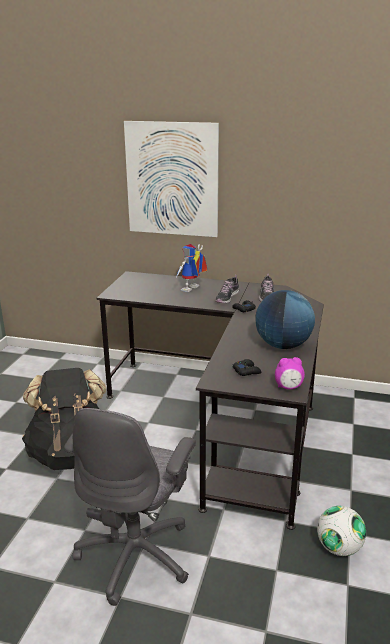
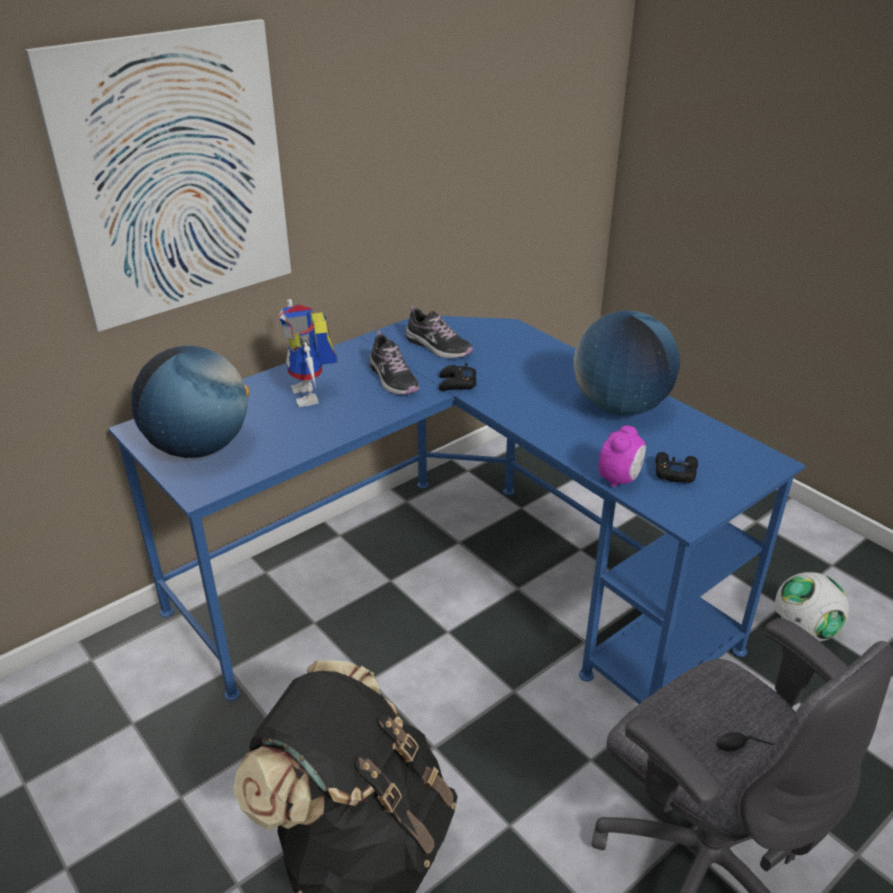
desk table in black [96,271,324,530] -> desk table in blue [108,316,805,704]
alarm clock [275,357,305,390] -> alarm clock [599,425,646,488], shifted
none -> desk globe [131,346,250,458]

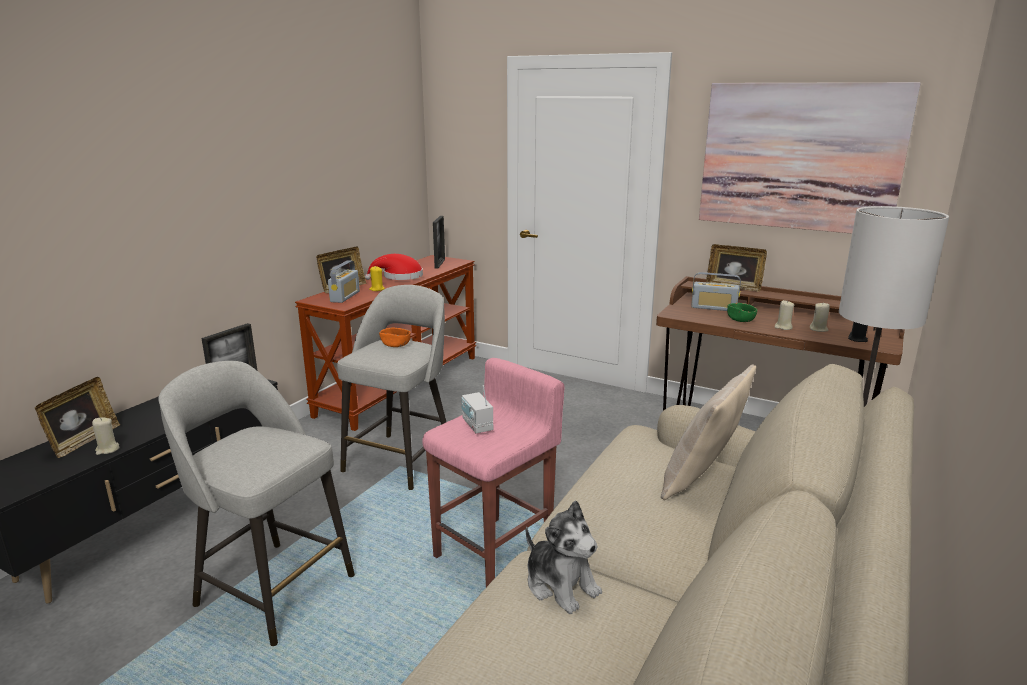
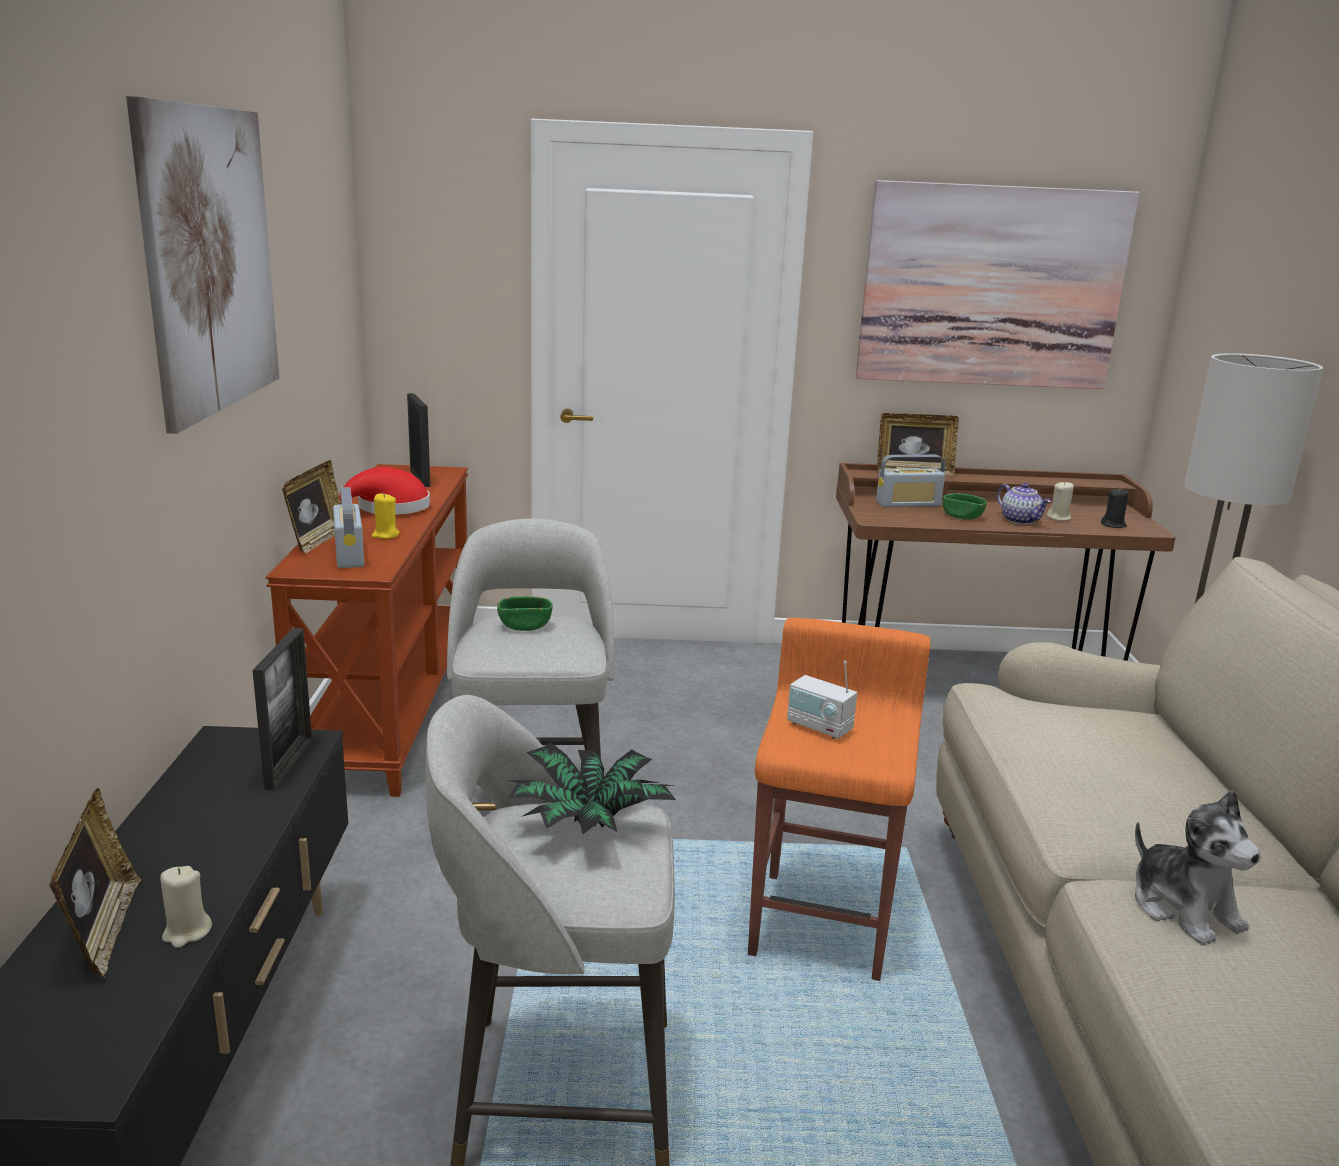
wax light in sand-coloured [775,300,794,330] -> teapot [997,483,1051,525]
deep dish in orange-coloured [379,327,411,347] -> deep dish in green-coloured [497,596,553,631]
stool in pink-coloured [422,358,564,587] -> stool in orange-coloured [748,618,930,981]
cushion in sand-coloured [661,364,756,500] -> none
plush toy [526,500,602,614] -> plush toy [1135,790,1261,946], 45 degrees clockwise
none -> picture [126,96,279,434]
none -> plant in a pot [508,742,676,835]

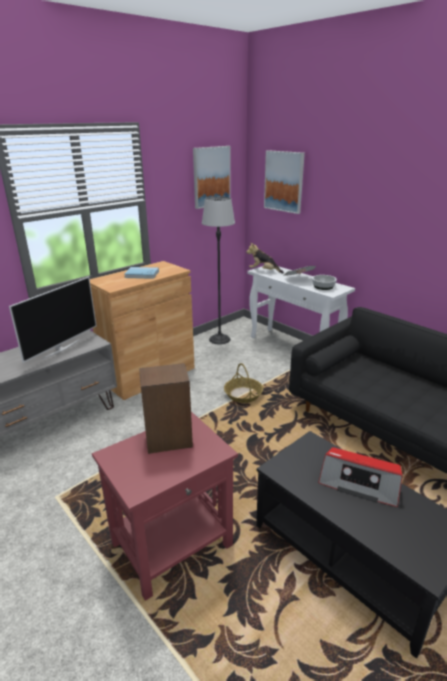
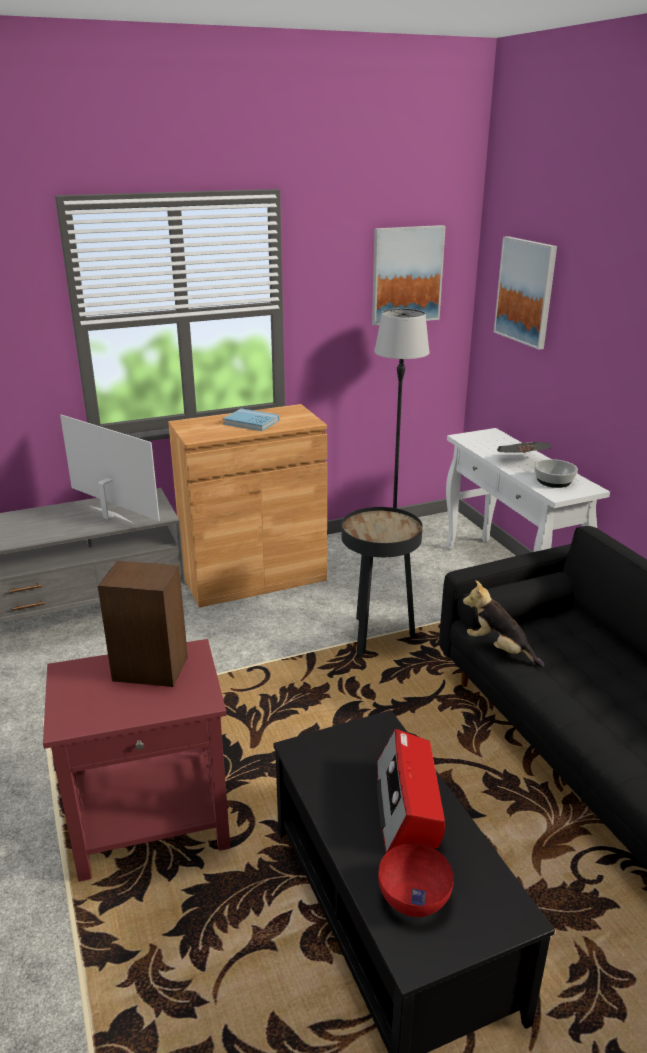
plush toy [246,242,284,273] -> plush toy [463,580,544,667], shifted
TV set [9,276,97,363] -> TV set [60,415,160,525], 105 degrees counterclockwise
storage basket [224,363,263,403] -> accent table in black [341,507,423,655]
radio set [318,447,402,507] -> radio set [377,729,445,853], 45 degrees clockwise
none -> deep dish in reddish [378,843,454,917]

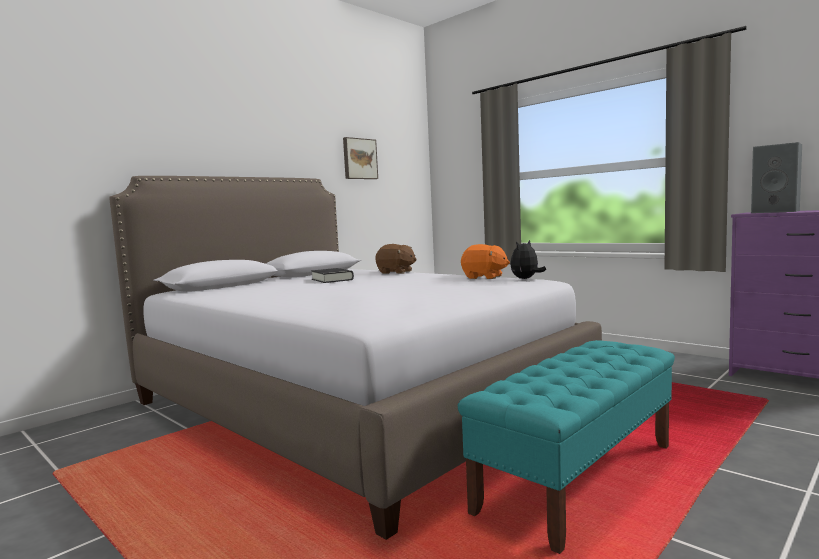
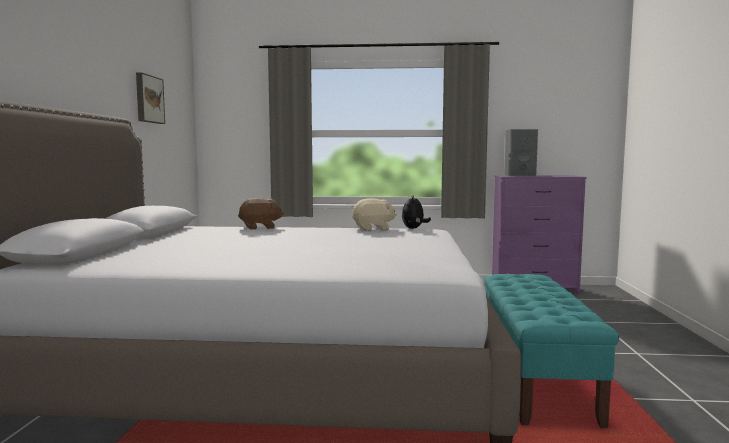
plush toy in orange-coloured [461,244,510,279] -> plush toy in sand-coloured [352,198,397,231]
book in black [311,268,354,283] -> none

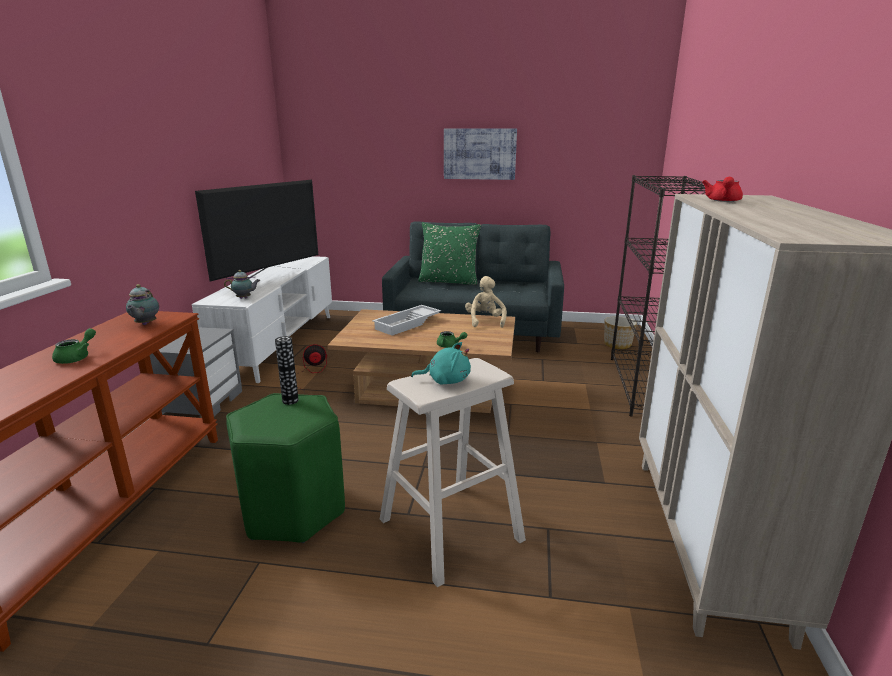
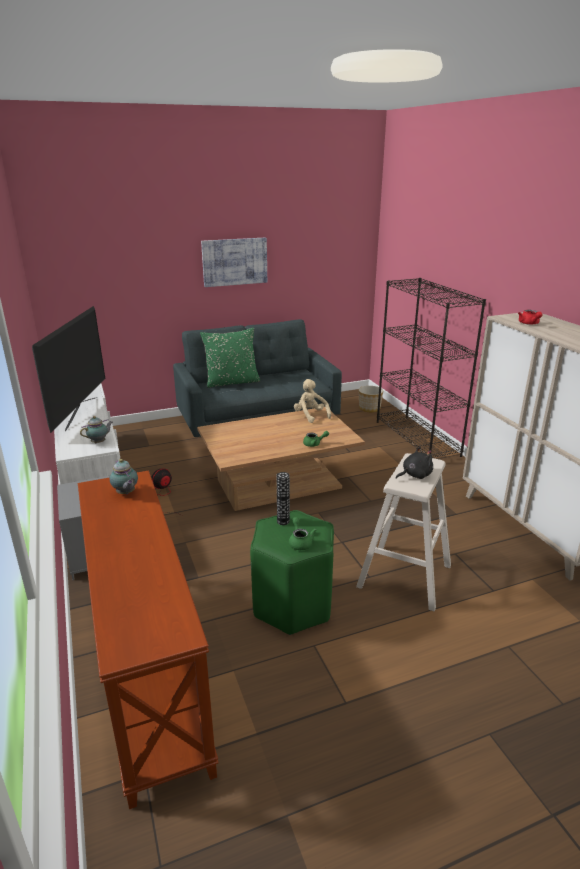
serving tray in whitish [372,305,441,335] -> none
teapot in green-coloured [52,328,96,364] -> teapot in green-coloured [289,517,316,550], shifted
plush toy in turquoise [411,342,471,385] -> plush toy in black [396,447,433,479]

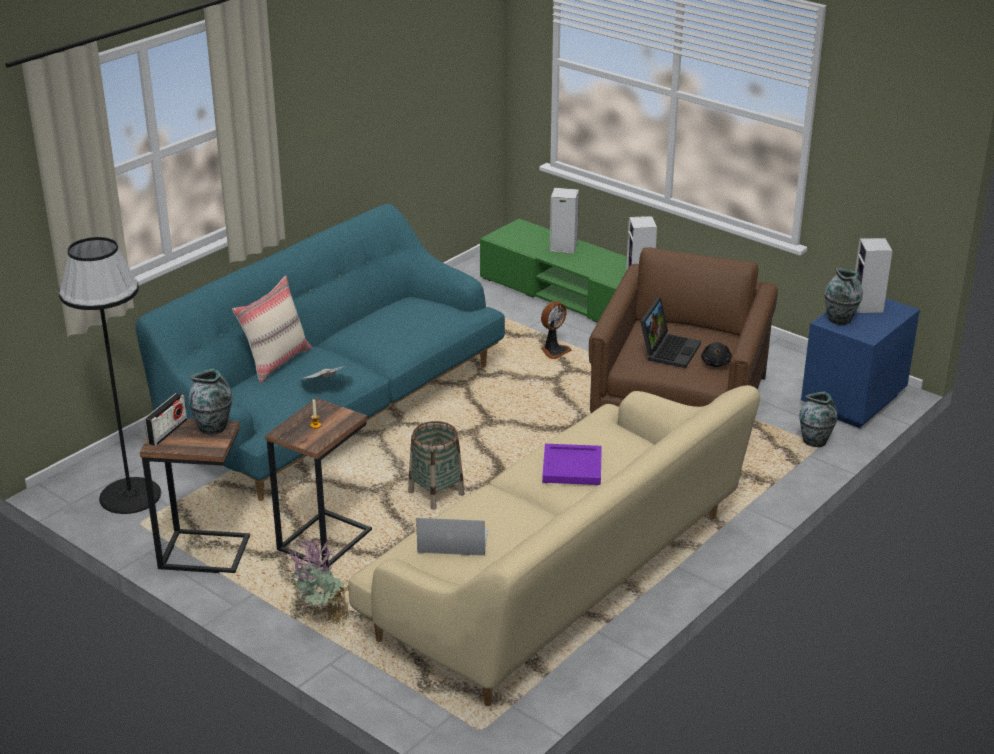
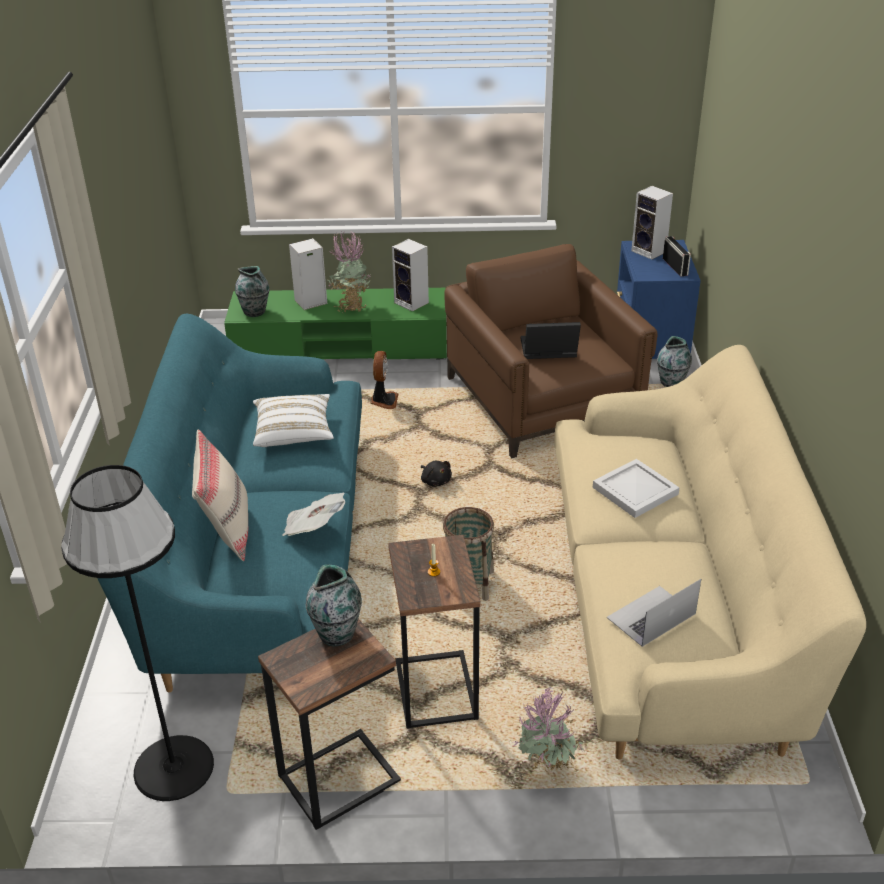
decorative vase [824,268,863,325] -> decorative vase [235,266,269,317], shifted
notebook computer [640,298,701,368] -> notebook computer [521,322,581,359], 75 degrees counterclockwise
plush toy in black [701,342,732,367] -> plush toy in black [421,461,452,487], shifted
radio set [145,393,187,446] -> radio set [663,236,691,277], shifted
serving tray in purple [542,444,602,485] -> serving tray in whitish [593,459,680,518]
none -> plant in a pot [327,232,371,313]
none -> cushion in whitish [253,394,334,447]

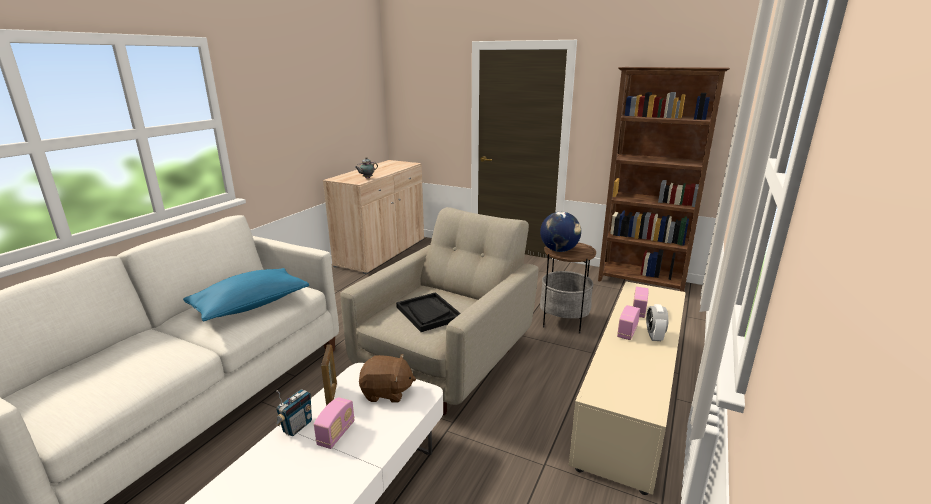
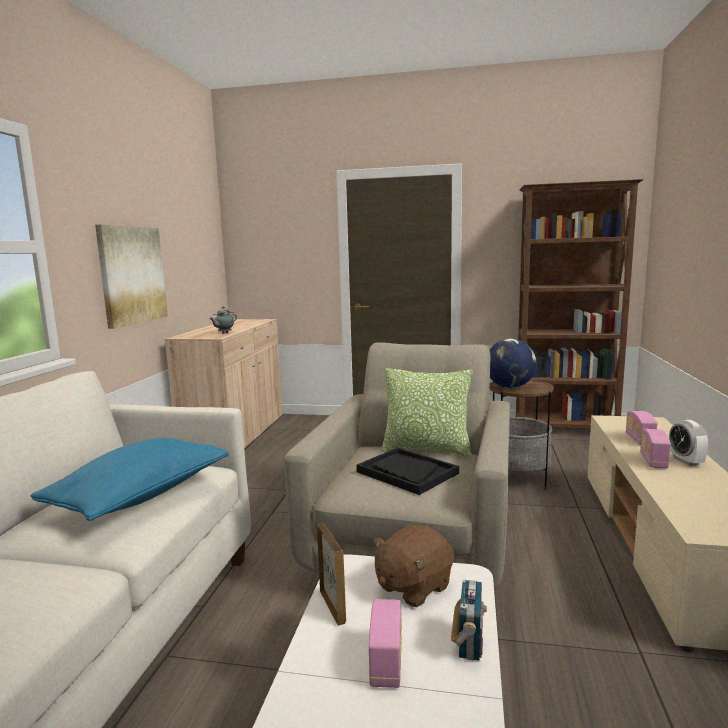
plush toy in brown [359,354,416,403] -> plush toy in brown [373,525,454,607], 150 degrees clockwise
radio set [275,389,312,436] -> radio set [451,580,487,661], shifted
none -> picture [95,225,168,329]
none -> cushion [381,368,473,457]

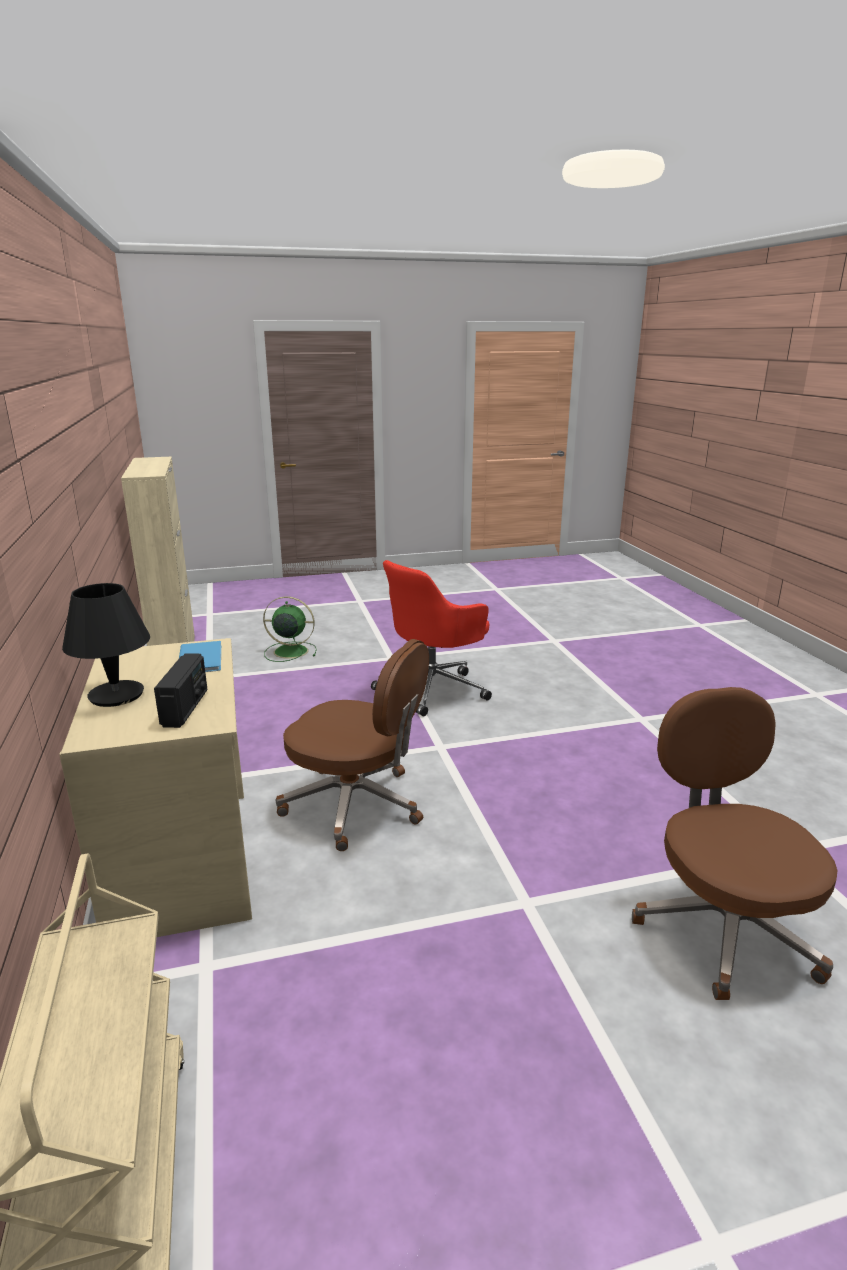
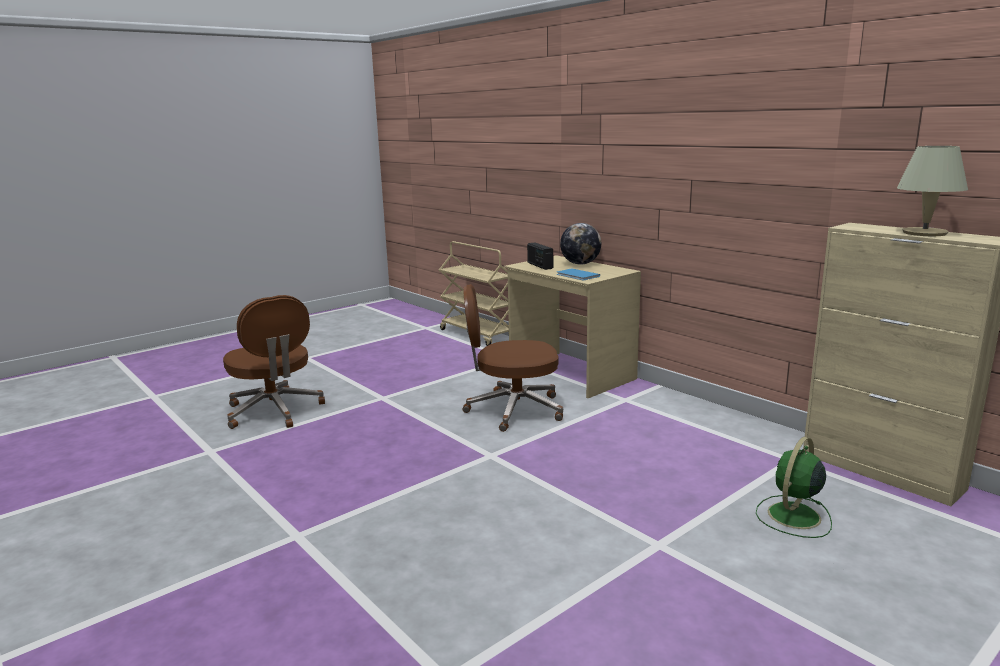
computer chair in reddish [371,560,492,717] -> none
tabletop lamp in black [62,583,150,707] -> desk globe [560,223,601,265]
fan in green-coloured [263,596,317,662] -> fan in green-coloured [756,437,832,538], 150 degrees clockwise
none -> tabletop lamp in sand-coloured [897,146,968,236]

